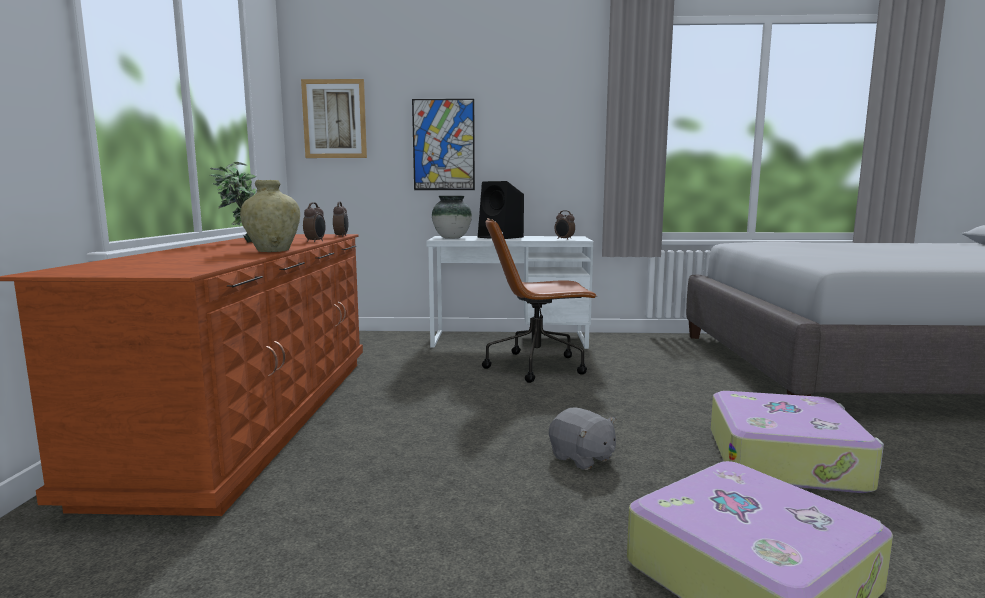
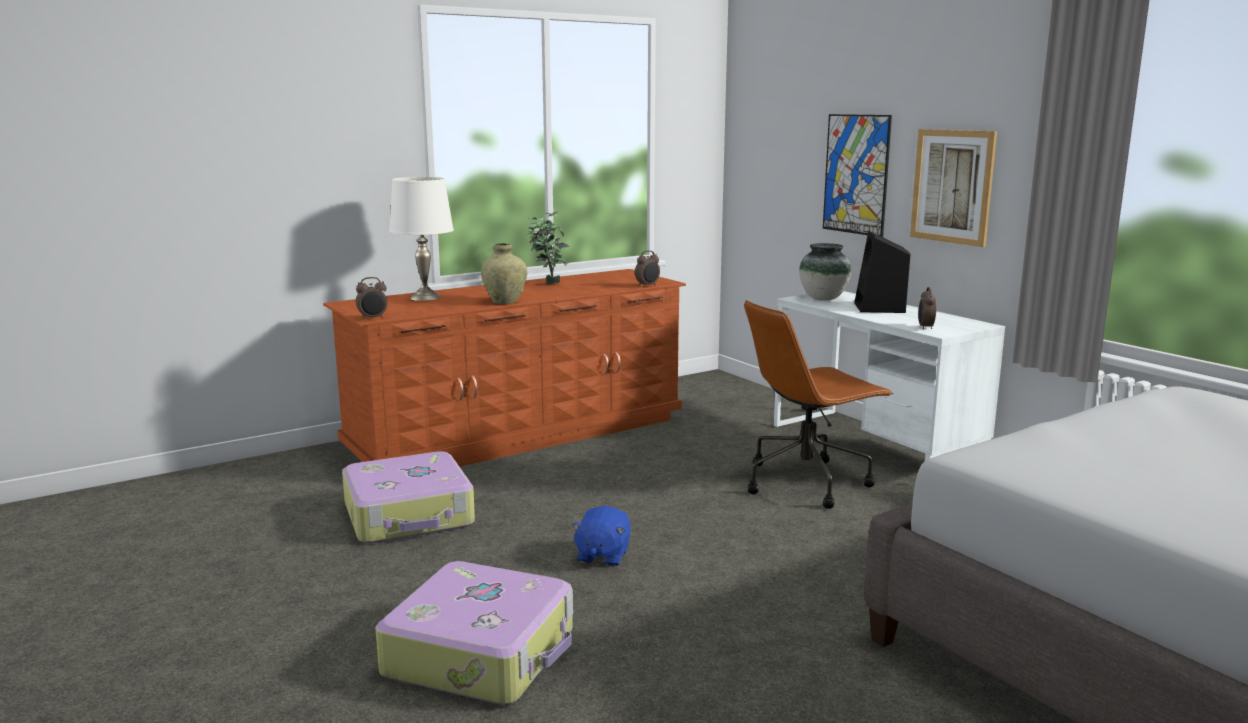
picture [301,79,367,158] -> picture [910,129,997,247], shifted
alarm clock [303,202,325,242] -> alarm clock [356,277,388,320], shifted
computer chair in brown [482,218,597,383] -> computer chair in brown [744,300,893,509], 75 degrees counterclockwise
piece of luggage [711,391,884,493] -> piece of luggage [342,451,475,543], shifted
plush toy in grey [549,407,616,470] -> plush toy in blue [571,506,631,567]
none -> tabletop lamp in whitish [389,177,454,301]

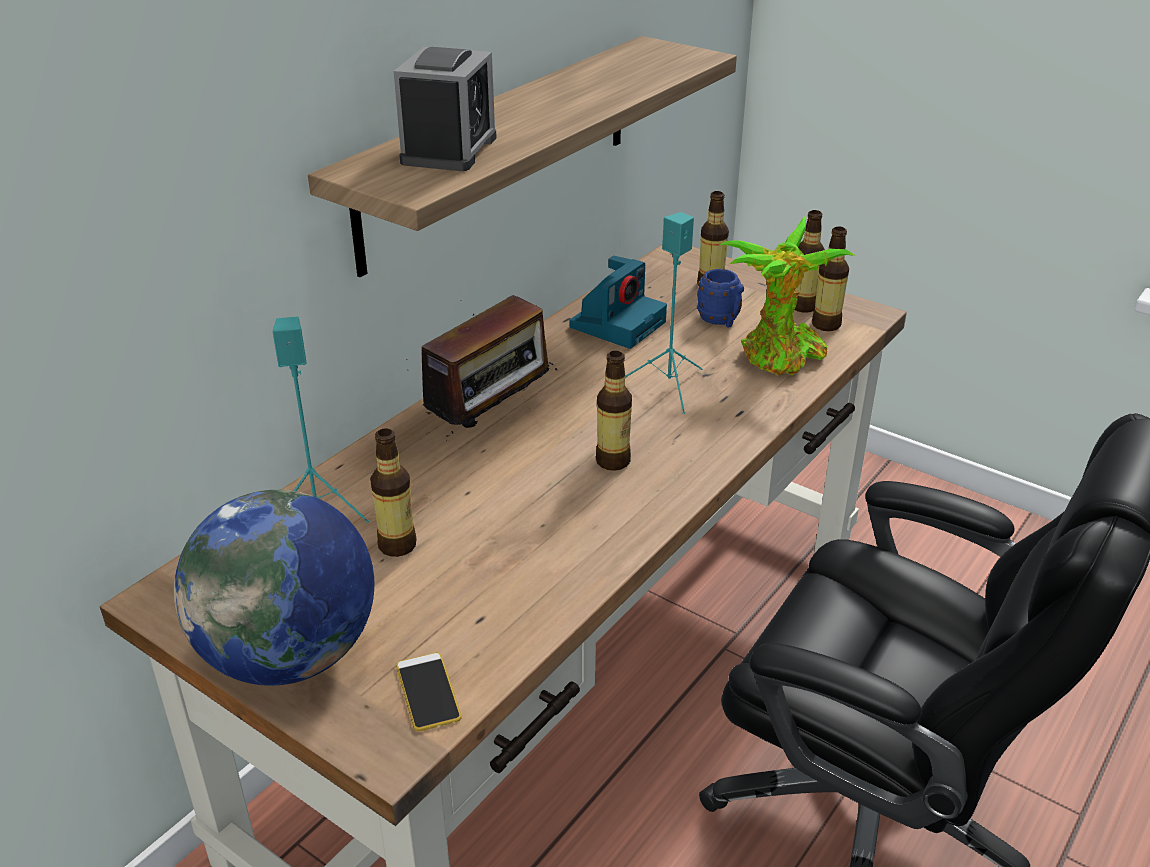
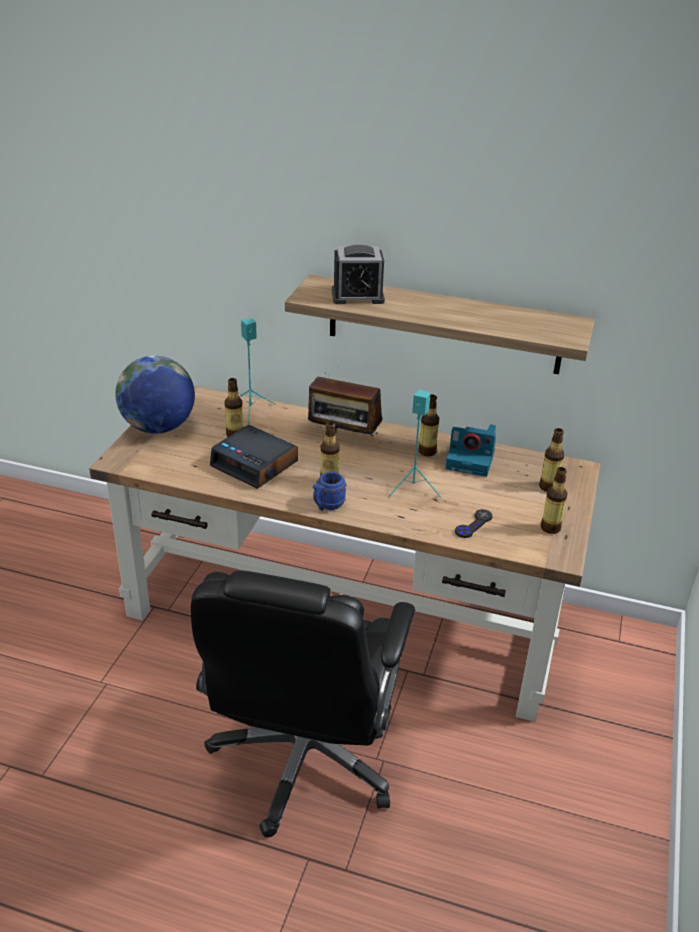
plant in a pot [719,217,856,375] -> joypad in black [455,509,492,538]
drink bottle [812,227,849,331] -> drink bottle [418,394,439,456], shifted
mug in blue [697,269,744,328] -> mug in blue [313,472,346,511], shifted
phone [396,653,462,731] -> none
none -> alarm clock [210,425,298,489]

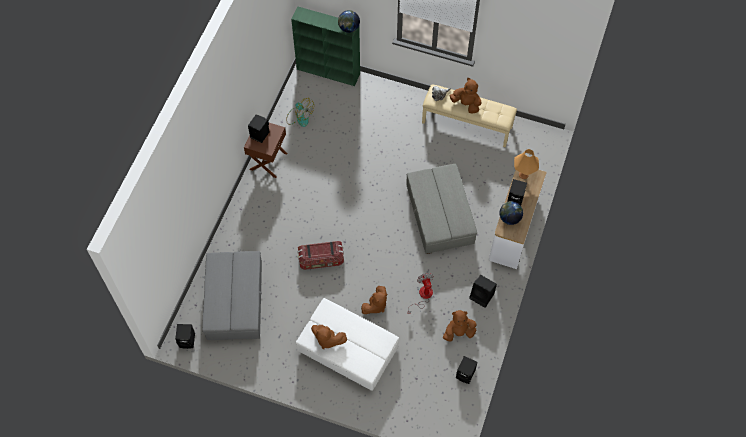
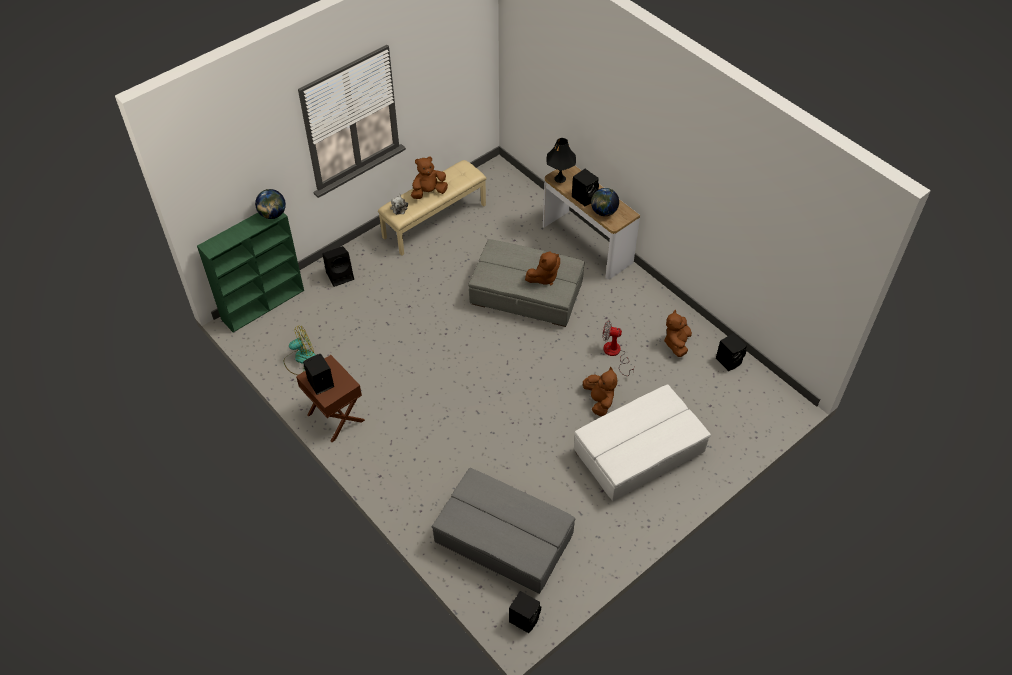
tabletop lamp in orange-coloured [514,149,539,179] -> tabletop lamp in black [547,138,576,183]
storage bin [298,241,344,270] -> none
audio speaker in black [469,275,497,308] -> audio speaker in black [322,246,354,287], shifted
plush toy in brown [311,325,347,349] -> plush toy in brown [525,252,560,285], shifted

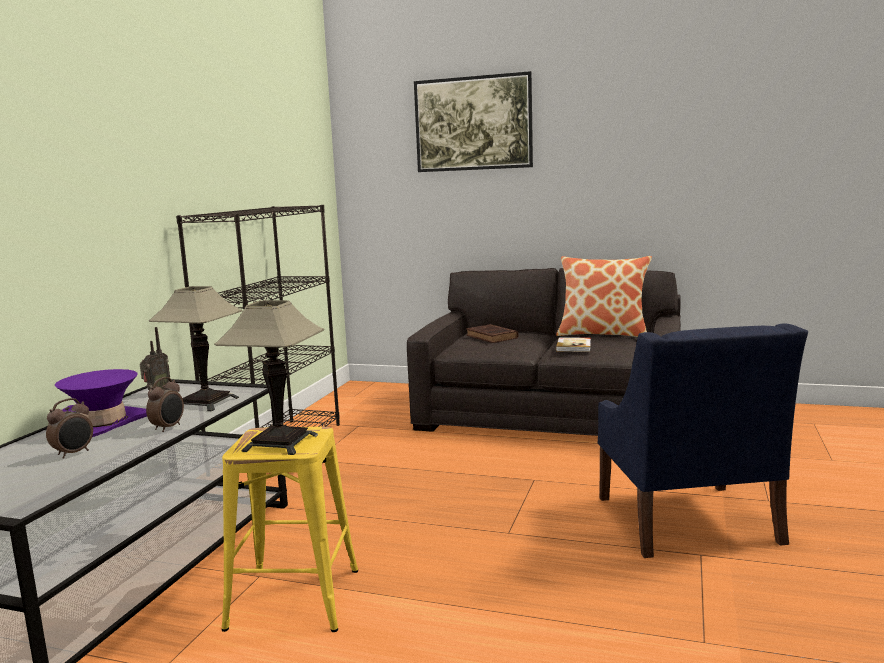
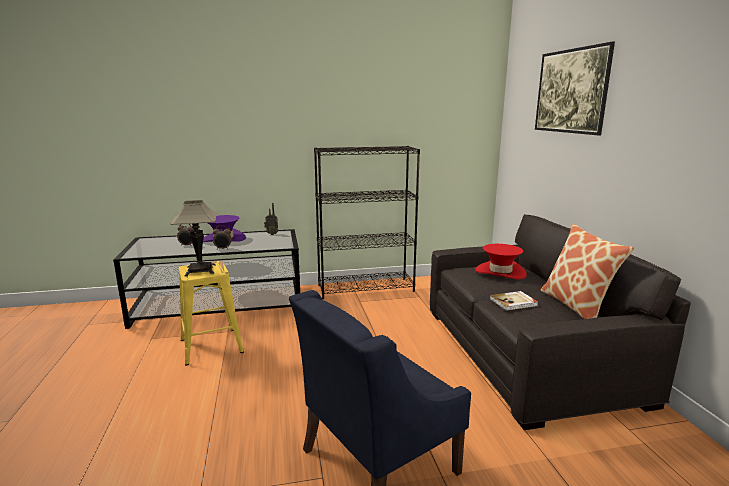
tabletop lamp [149,286,243,411] -> none
book in brown [466,324,518,343] -> clothing hat in reddish [475,244,526,279]

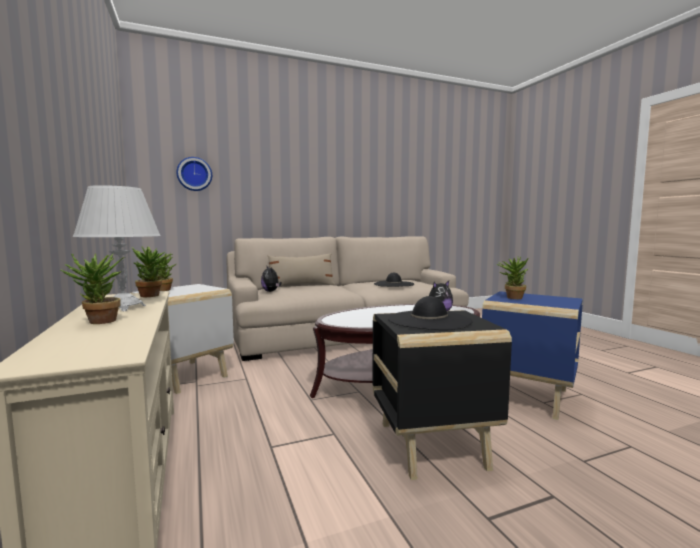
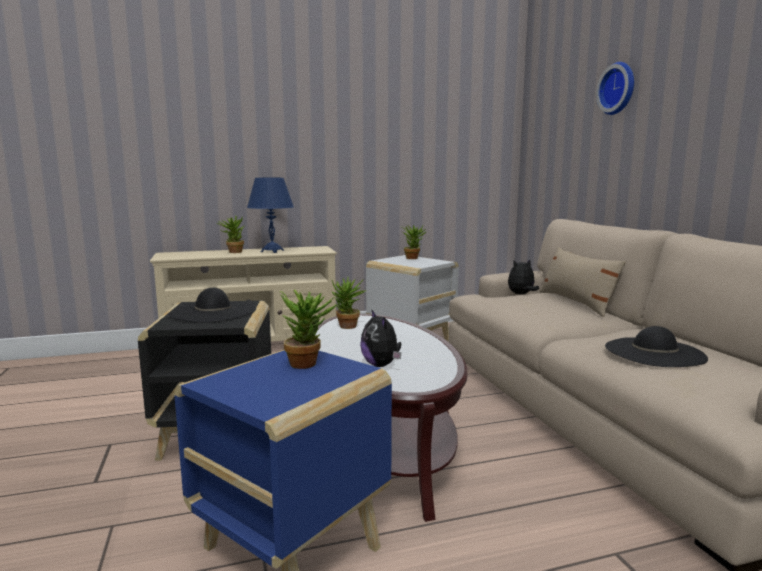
clock on the wall [176,157,212,191] -> clock on the wall [596,62,634,115], shifted
tabletop lamp in whitish [73,185,161,311] -> tabletop lamp in blue [247,178,294,253]
plant in a pot [132,247,172,297] -> plant in a pot [331,277,367,329], shifted

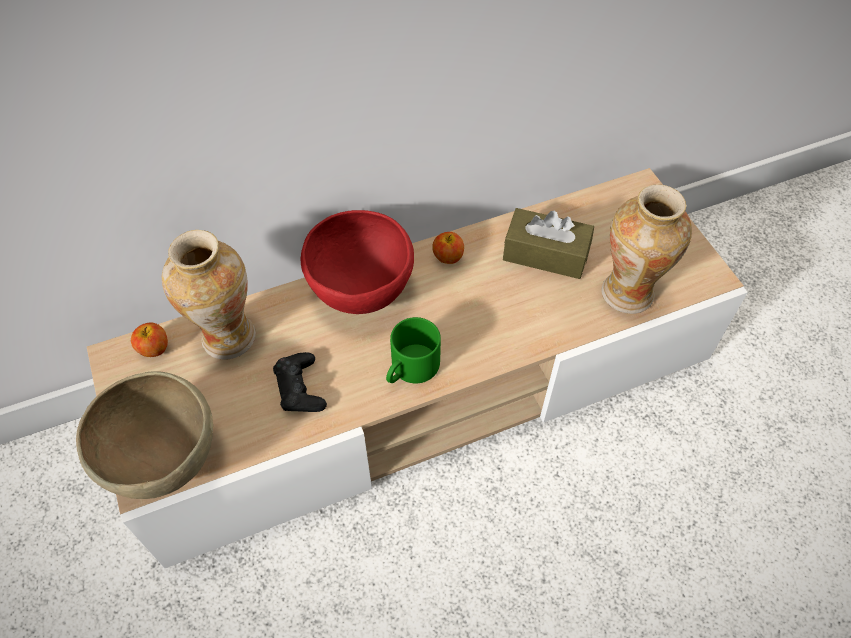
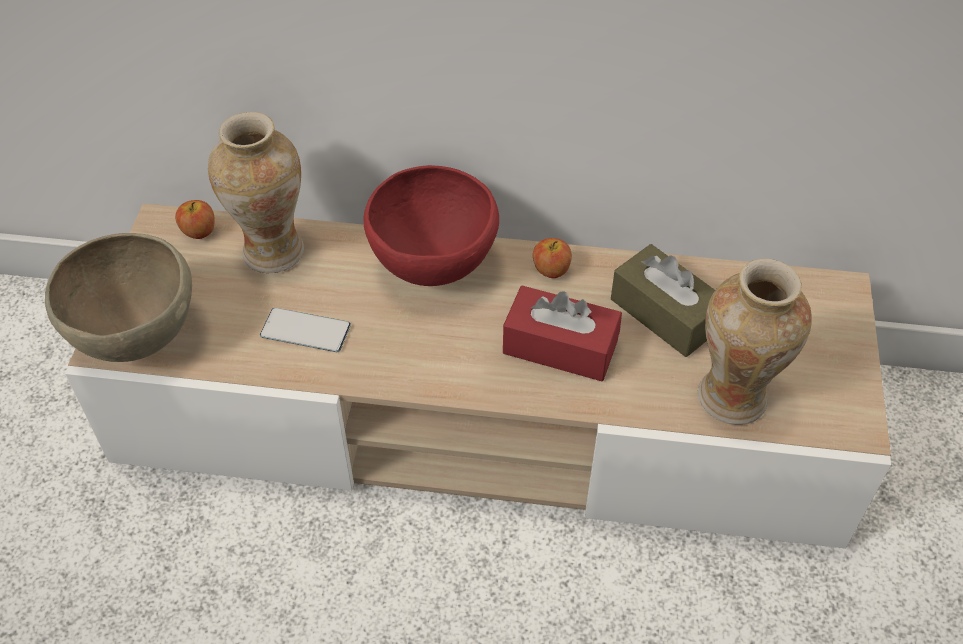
mug in green-coloured [386,317,441,384] -> none
joypad in black [273,352,327,412] -> phone [260,308,351,352]
none -> tissue box in reddish [503,286,622,381]

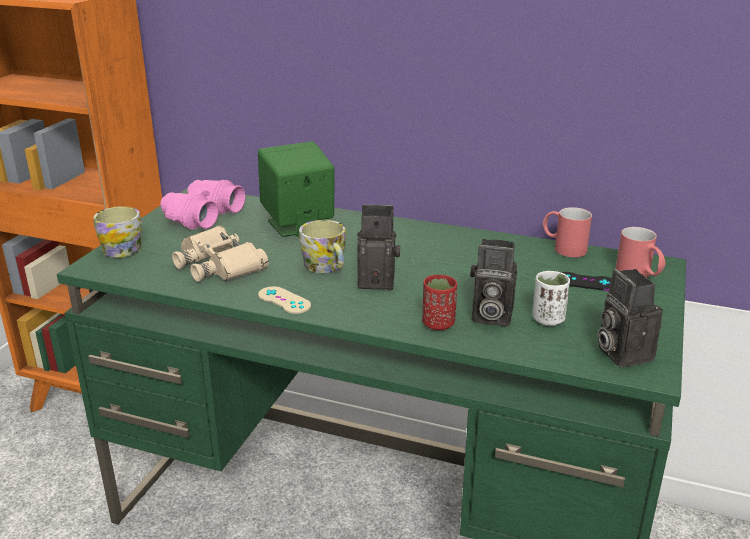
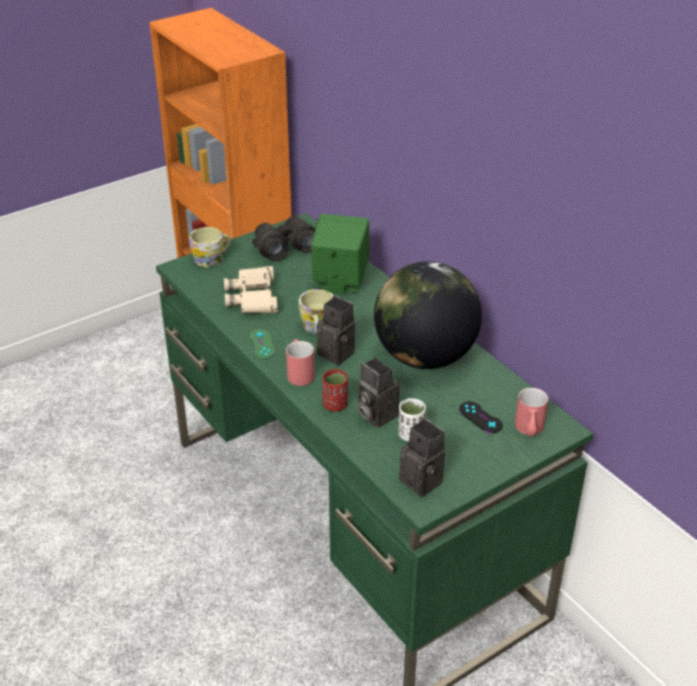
pair of binoculars in pink-coloured [160,180,245,230] -> pair of binoculars in black [252,216,315,261]
mug in reddish [543,207,592,258] -> mug in reddish [286,339,315,386], shifted
photo camera [597,269,663,368] -> photo camera [399,417,445,497], 120 degrees clockwise
joypad in sand-coloured [258,286,311,314] -> joypad in green-coloured [250,329,276,359]
none -> desk globe [374,261,482,369]

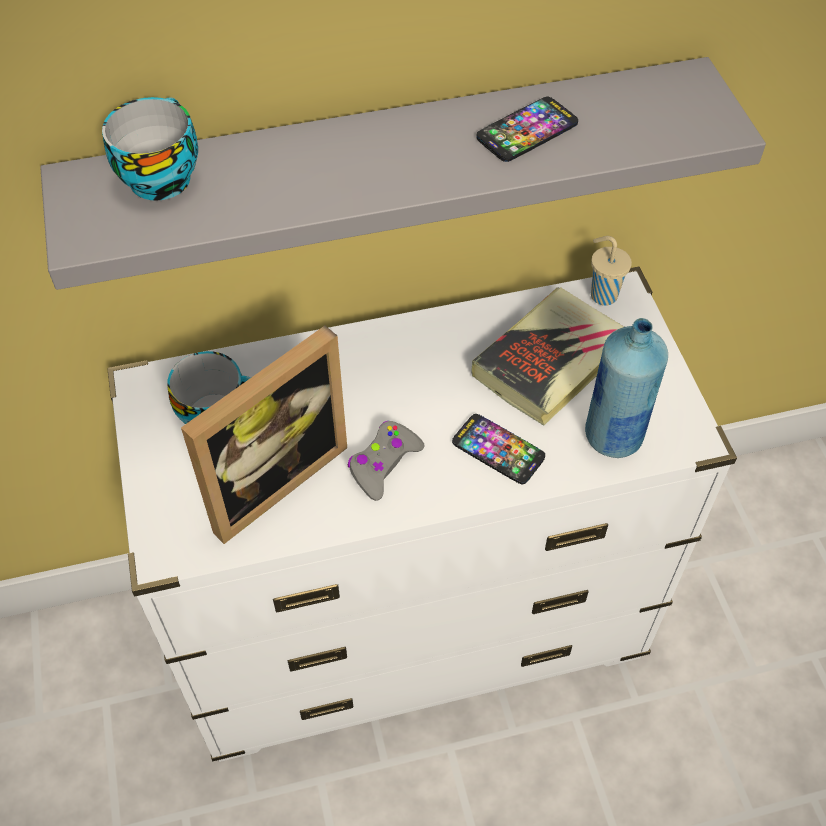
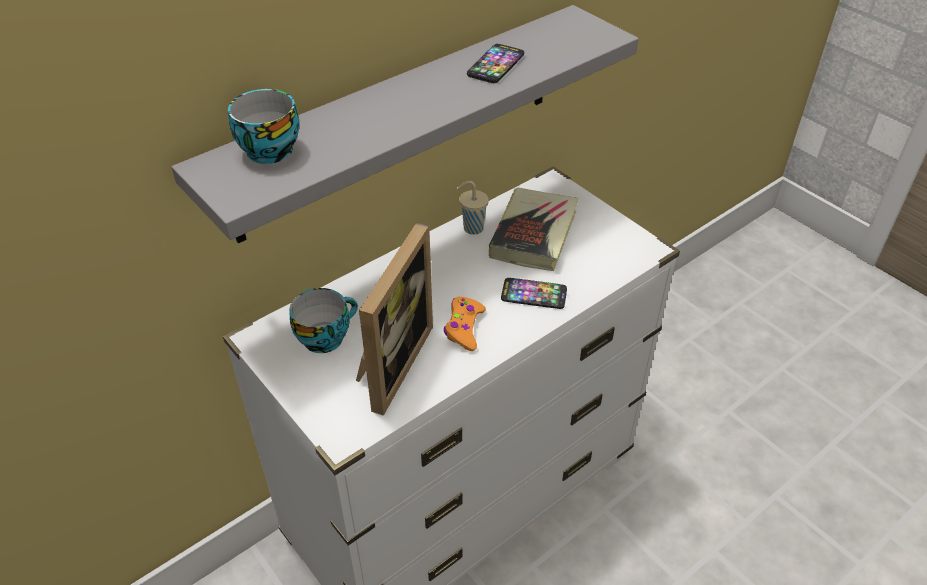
cup in sand-coloured [591,236,632,306] -> cup in sand-coloured [457,181,489,235], shifted
drink bottle in blue [585,318,668,458] -> none
joypad in grey [348,421,425,501] -> joypad in orange-coloured [444,297,486,351]

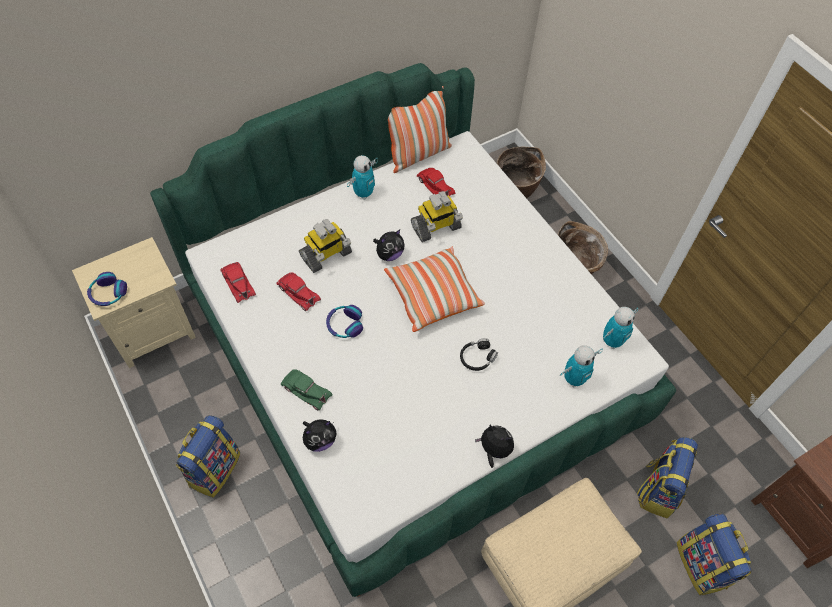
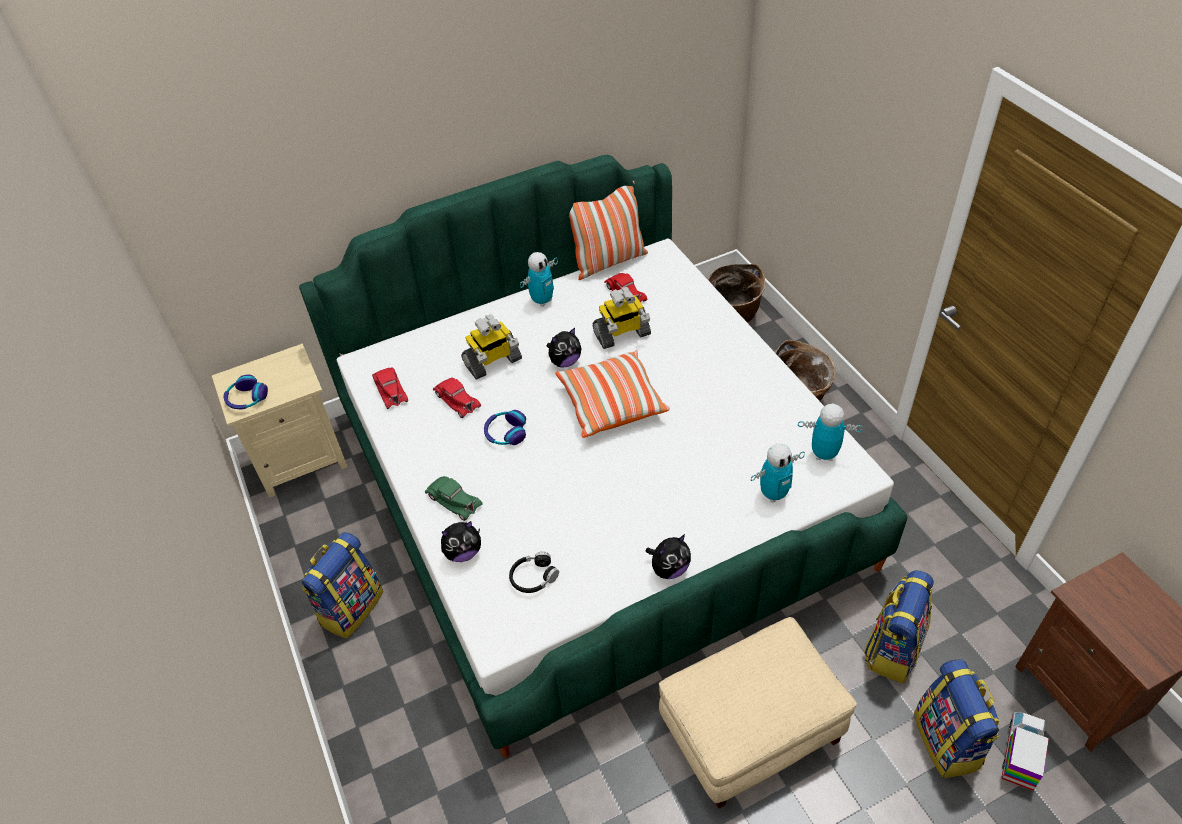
model robot [603,307,638,349] -> model robot [798,404,862,461], 135 degrees counterclockwise
headphones in black [460,338,498,371] -> headphones in black [509,552,559,593], shifted
plush toy [475,424,514,468] -> plush toy [645,534,691,579], 105 degrees clockwise
none -> toy truck [1001,712,1049,791]

